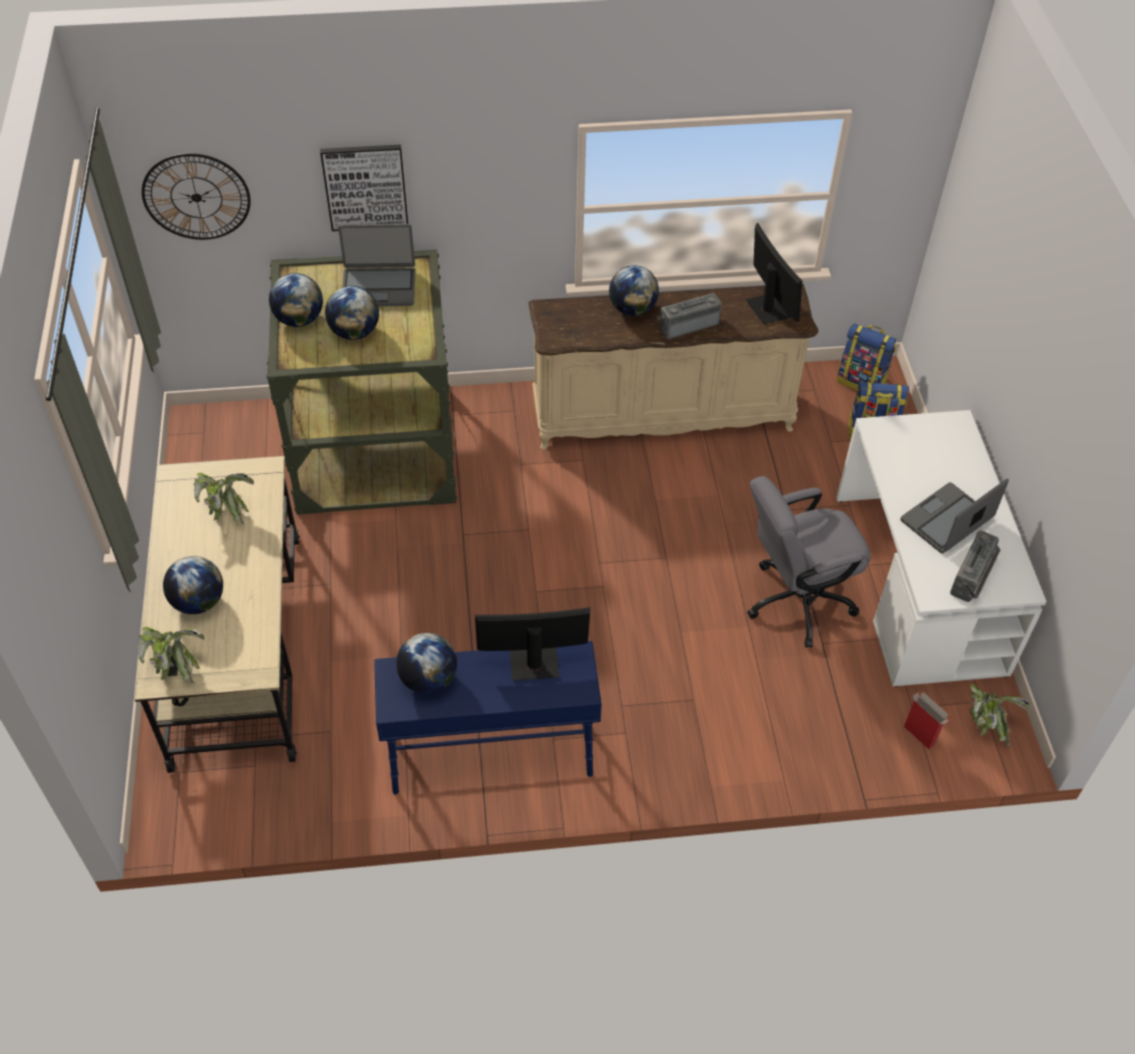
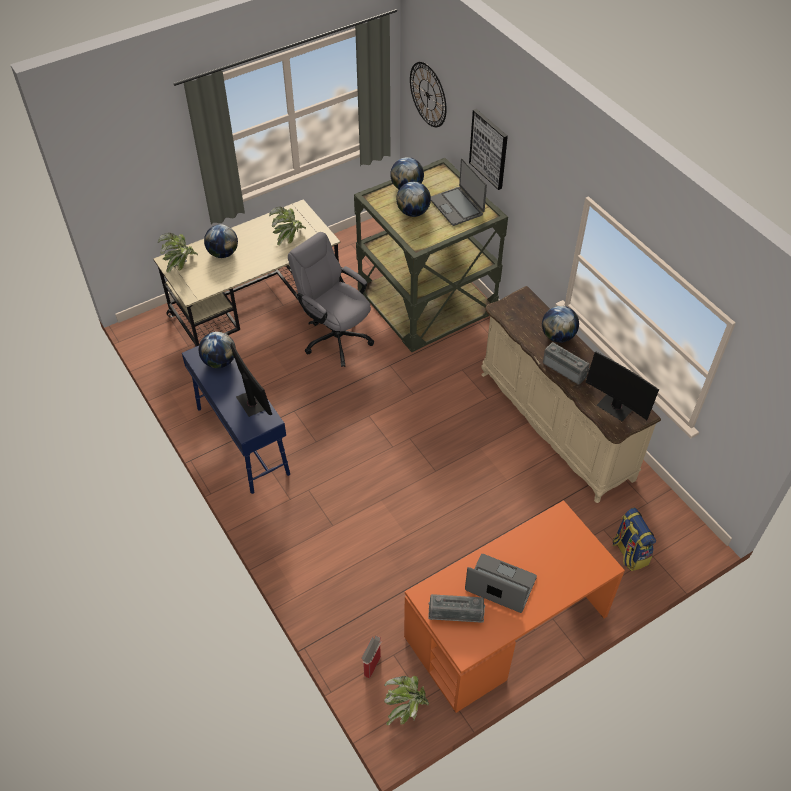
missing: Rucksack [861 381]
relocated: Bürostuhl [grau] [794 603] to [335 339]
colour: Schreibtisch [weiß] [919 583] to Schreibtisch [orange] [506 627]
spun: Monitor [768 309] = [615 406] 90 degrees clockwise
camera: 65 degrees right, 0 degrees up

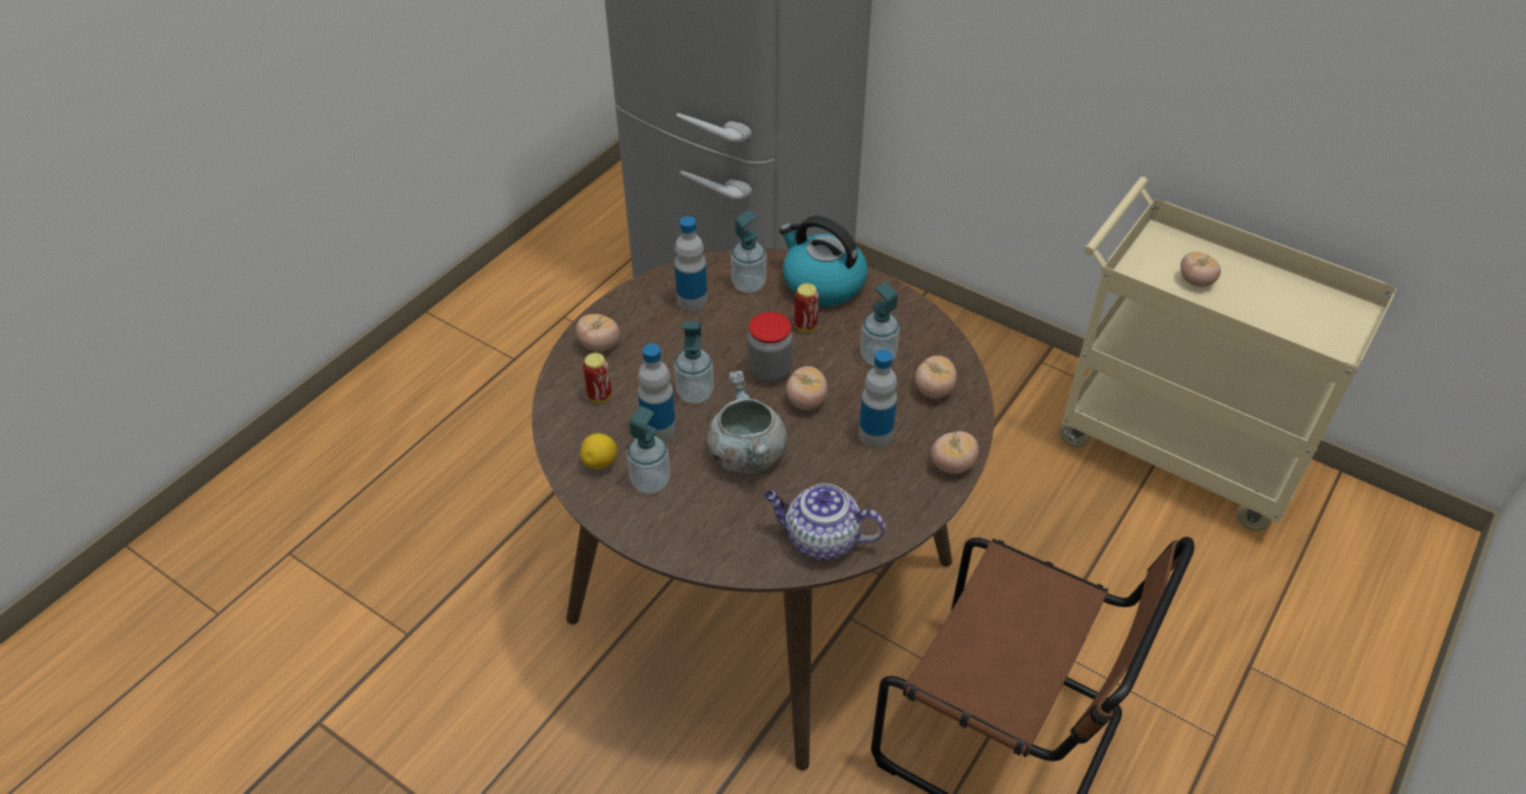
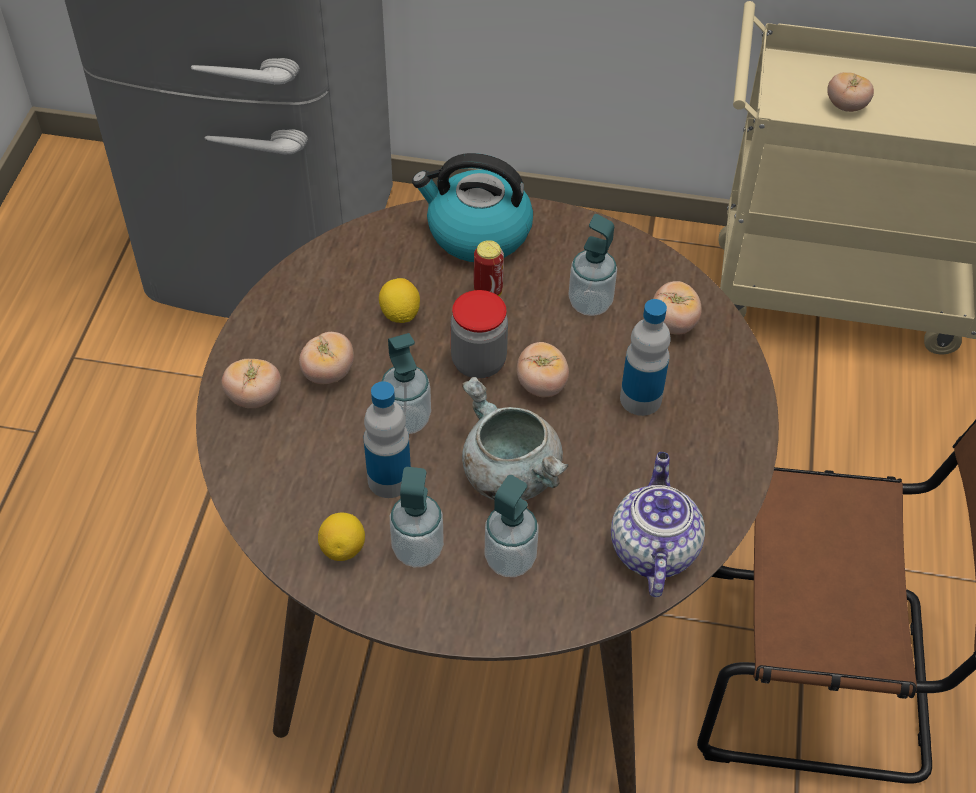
missing: Flasche [692 300]; Dose [599 396]
appeared: Zitrone [400 314]
relocated: Seifenspender [748 284] to [510 559]; Tomate [952 465] to [328 373]
spun: Teekanne [820 540] = [652 548] 105 degrees clockwise
camera: 25 degrees left, 5 degrees up

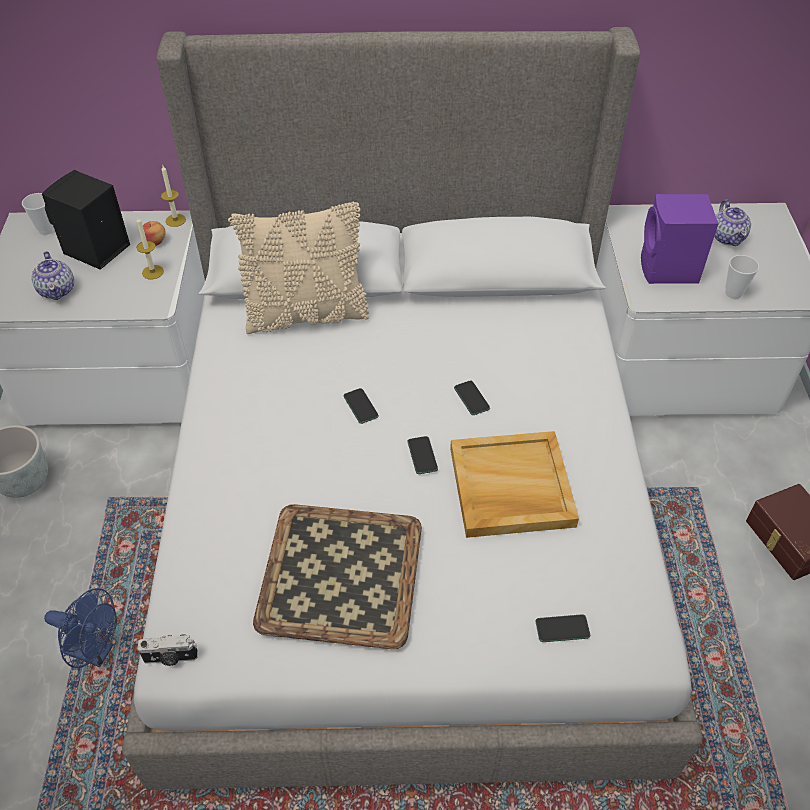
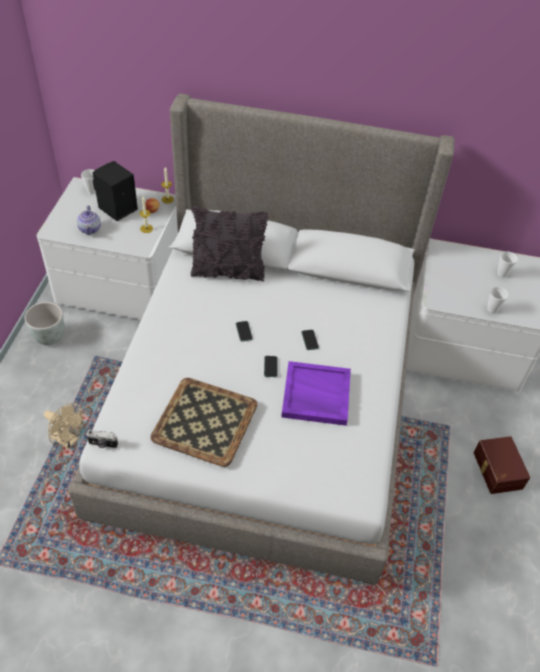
missing: Lautsprecher [lila] [668 270]; Handy [562 629]
exchanged: Teekanne [727 237] to Tasse [502 274]
colour: Kissen [beige] [306 314] to Kissen [schwarz] [228 271]; Tablett [beige] [510 488] to Tablett [lila] [315 395]; Ventilator [blau] [96 651] to Ventilator [beige] [68 440]
camera: 10 degrees right, 0 degrees up

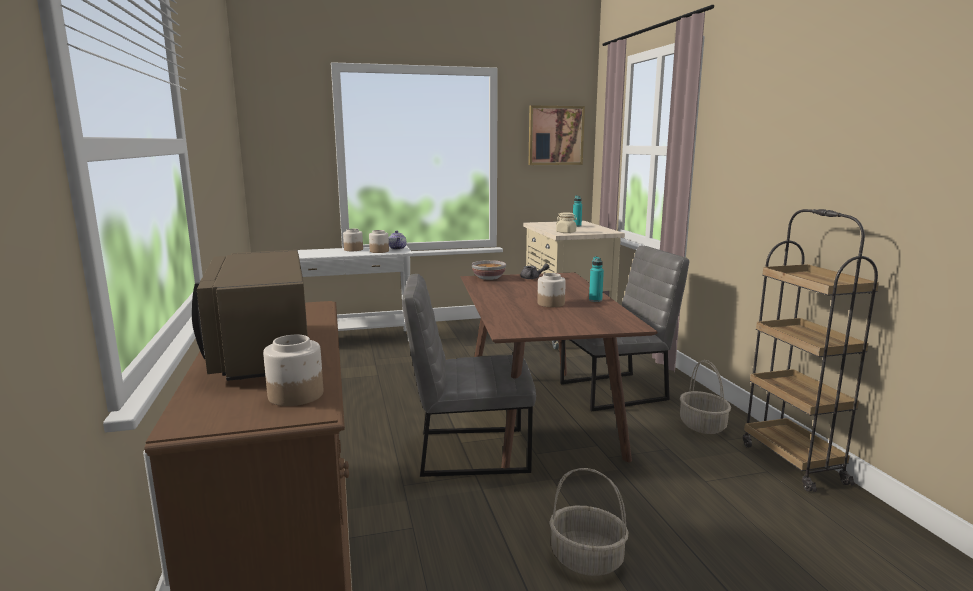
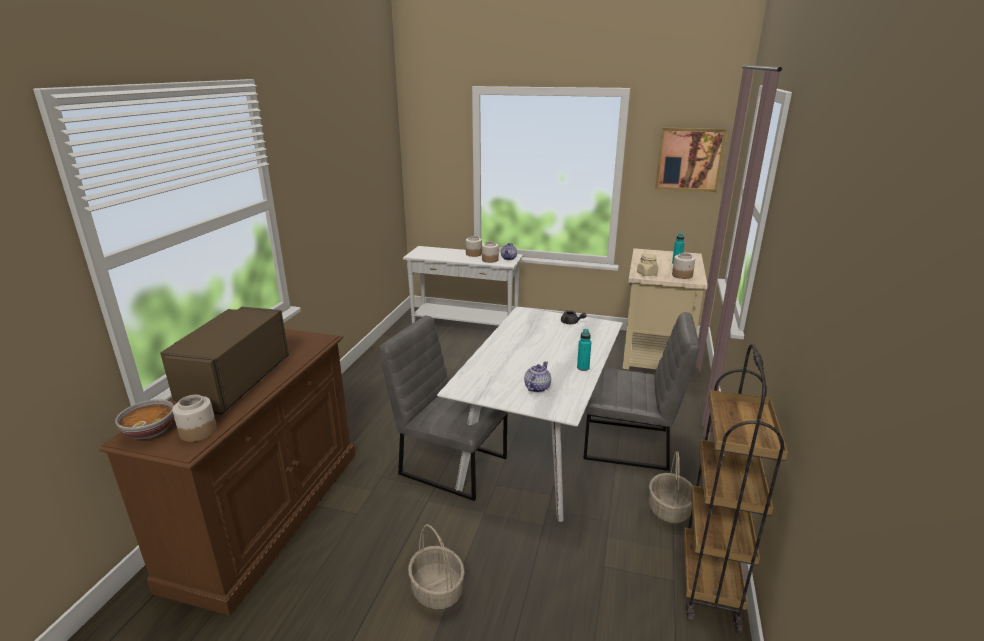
appeared: Teekanne [536 387]
relocated: Schüssel [488 278] to [150 431]; Vorratsglas [551 303] to [682 275]
colour: Esstisch [braun] [537 414] to Esstisch [weiß] [536 446]
camera: 30 degrees right, 10 degrees up

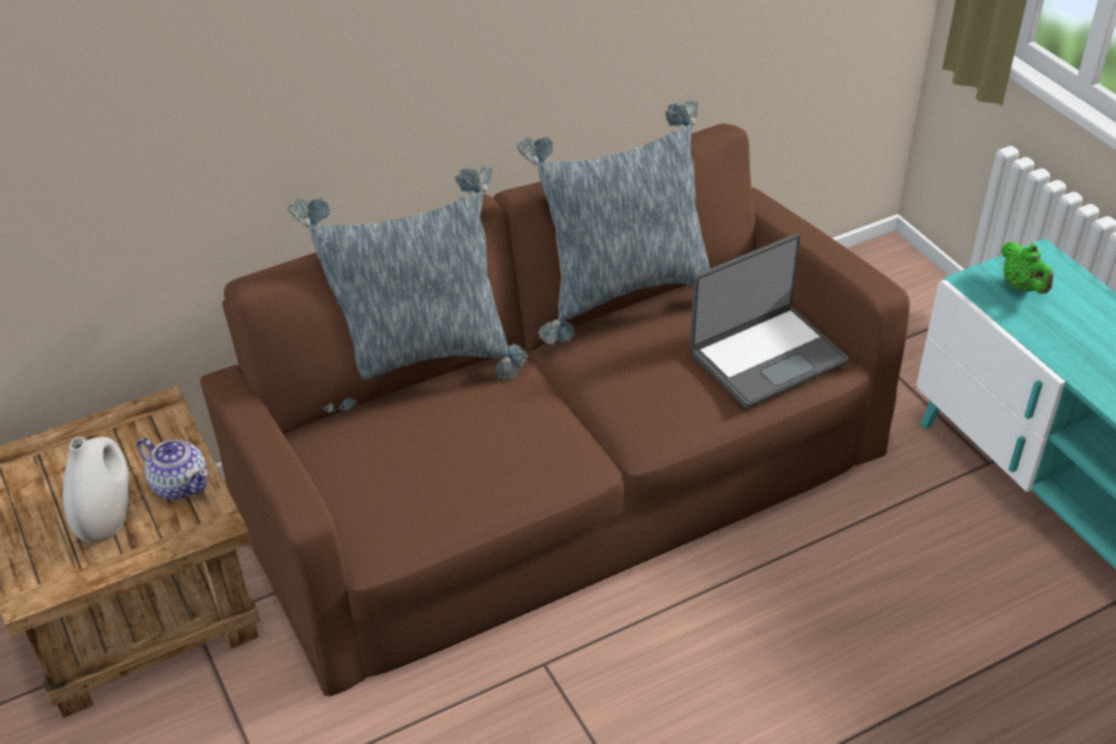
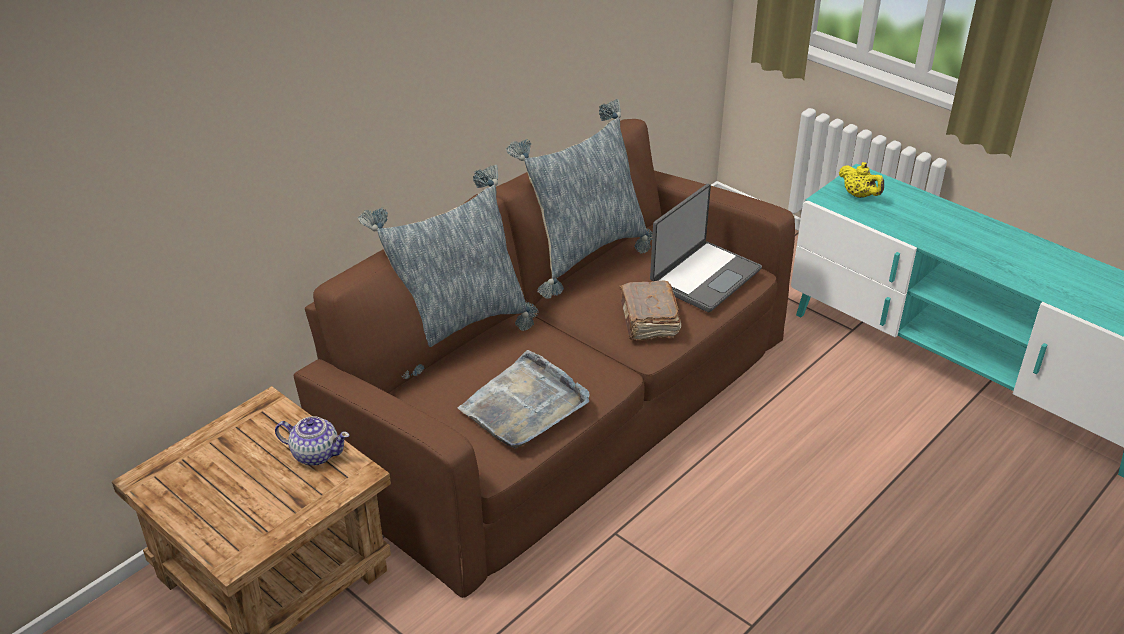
missing: Vase [weiß] [107 519]
appeared: Buch [braun] [648 321]; Tablett [grau] [525 405]
colour: Teekanne [grün] [1022 286] to Teekanne [gelb] [859 195]
camera: 20 degrees left, 5 degrees down

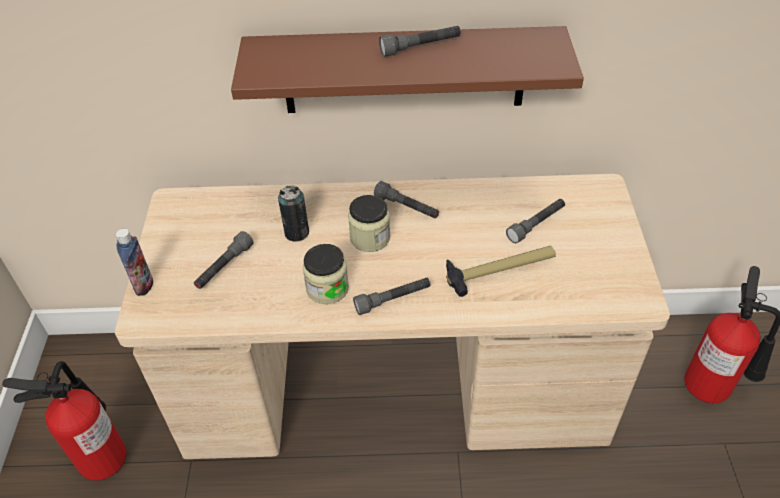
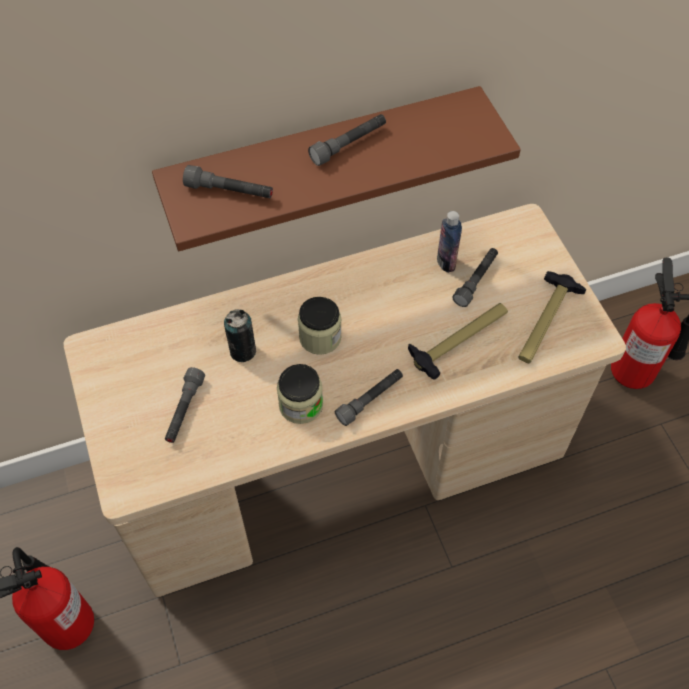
appeared: Hammer [545 322]
relocated: Taschenlampe [grau] [407 207] to [230 191]; Flasche [144 285] to [446 262]
camera: 20 degrees left, 10 degrees up

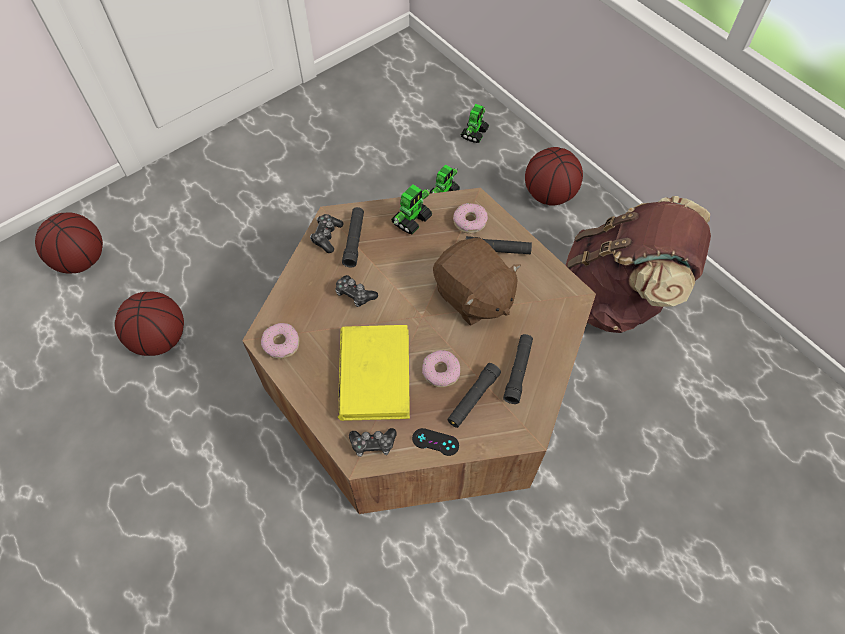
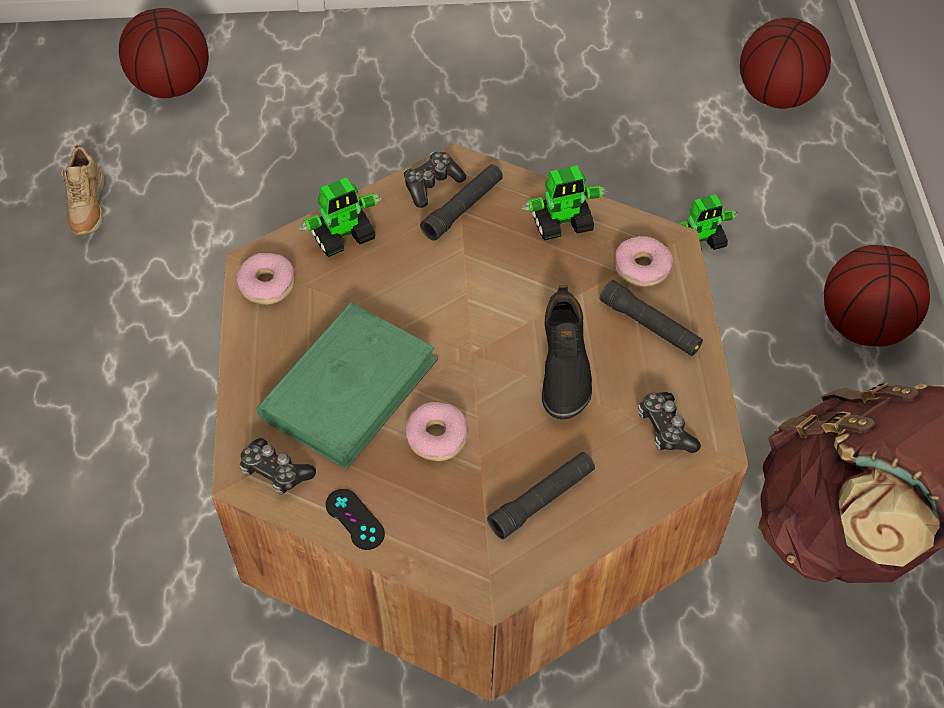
missing: Taschenlampe [schwarz] [473 398]
appeared: Schuh [beige] [88 210]
relocated: Spielzeugroboter [474 133] to [343 236]; Gamepad [355 294] to [665 429]; Basketball [160 338] to [777 95]
exchanged: Plüschtier [braun] [473 296] to Schuh [schwarz] [563 367]
colour: Buch [gelb] [374 374] to Buch [grün] [349 388]
camera: 35 degrees right, 5 degrees down

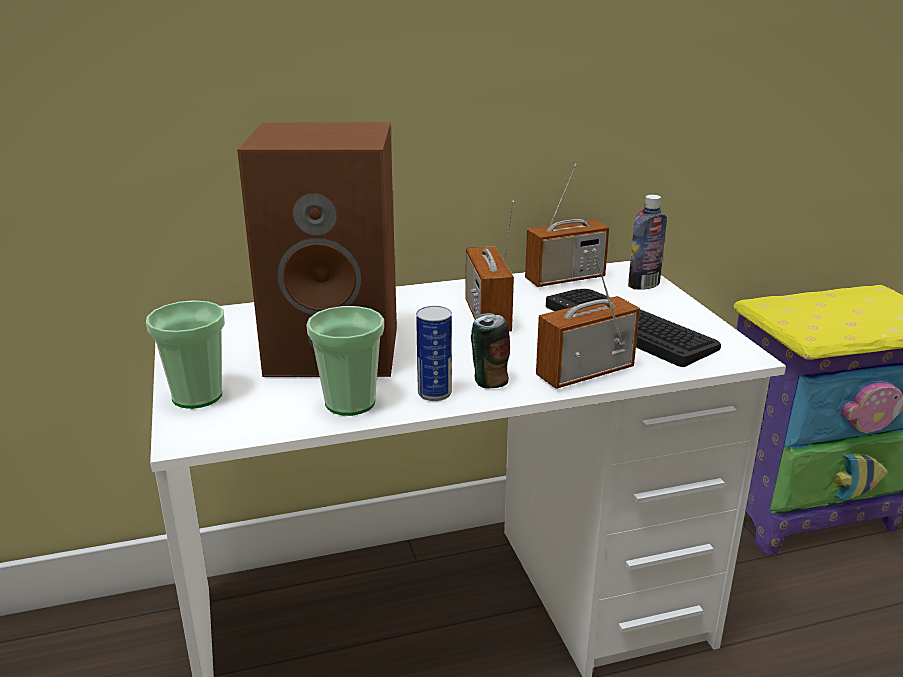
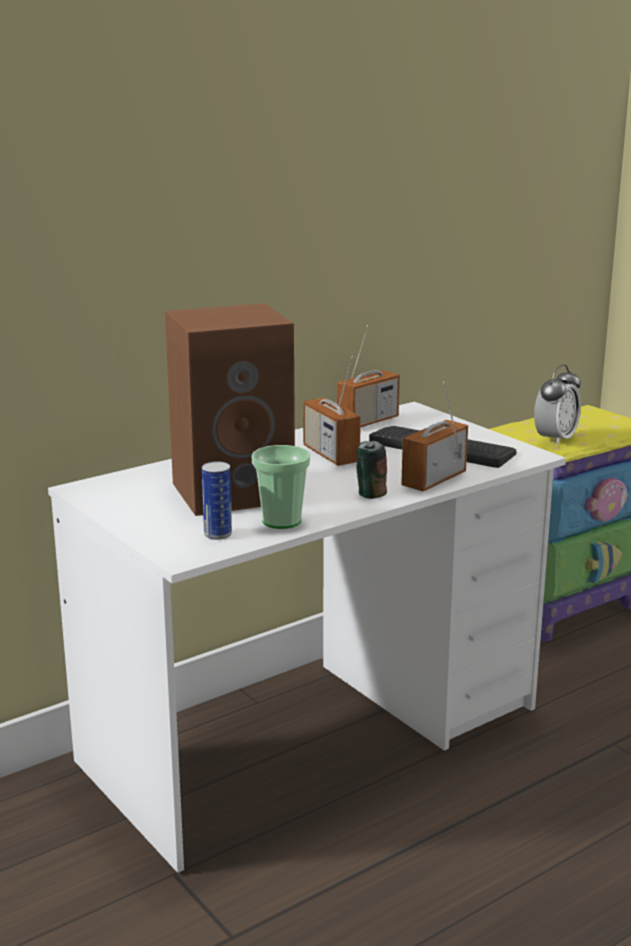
missing: Flasche [643 285]; Tasse [197 396]
appeared: Wecker [555 439]
relocated: Dose [434 393] to [218 534]
camera: 20 degrees left, 5 degrees down

